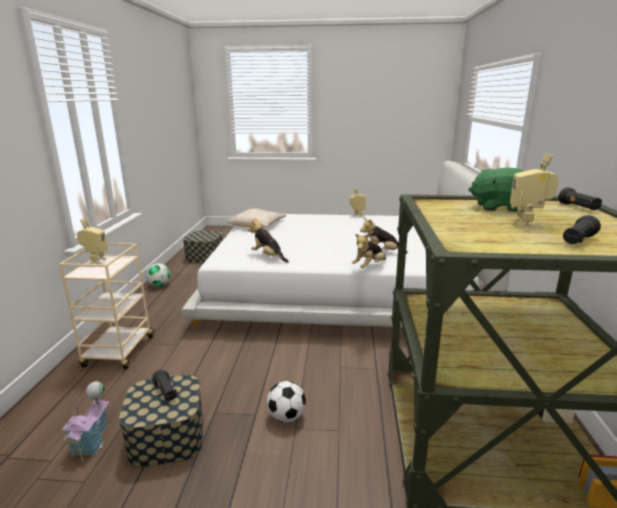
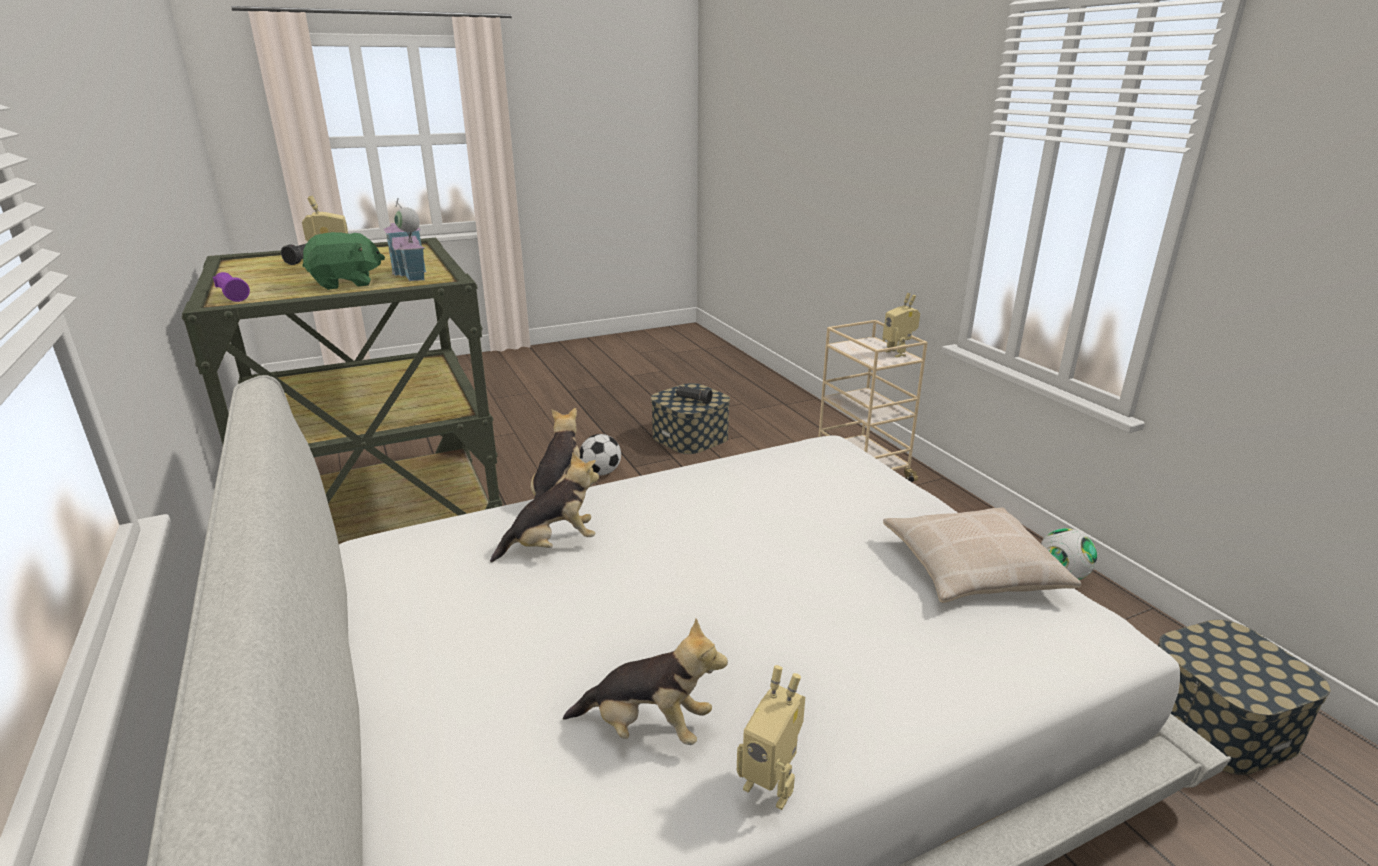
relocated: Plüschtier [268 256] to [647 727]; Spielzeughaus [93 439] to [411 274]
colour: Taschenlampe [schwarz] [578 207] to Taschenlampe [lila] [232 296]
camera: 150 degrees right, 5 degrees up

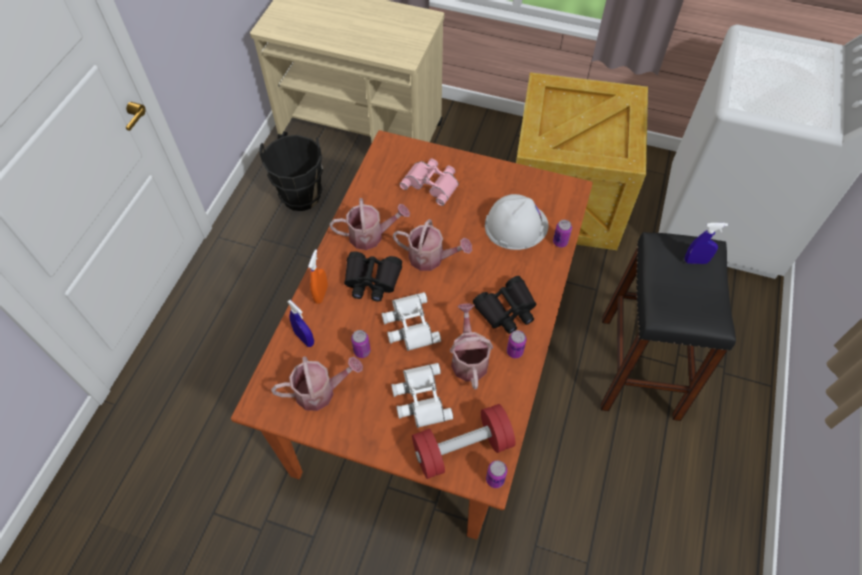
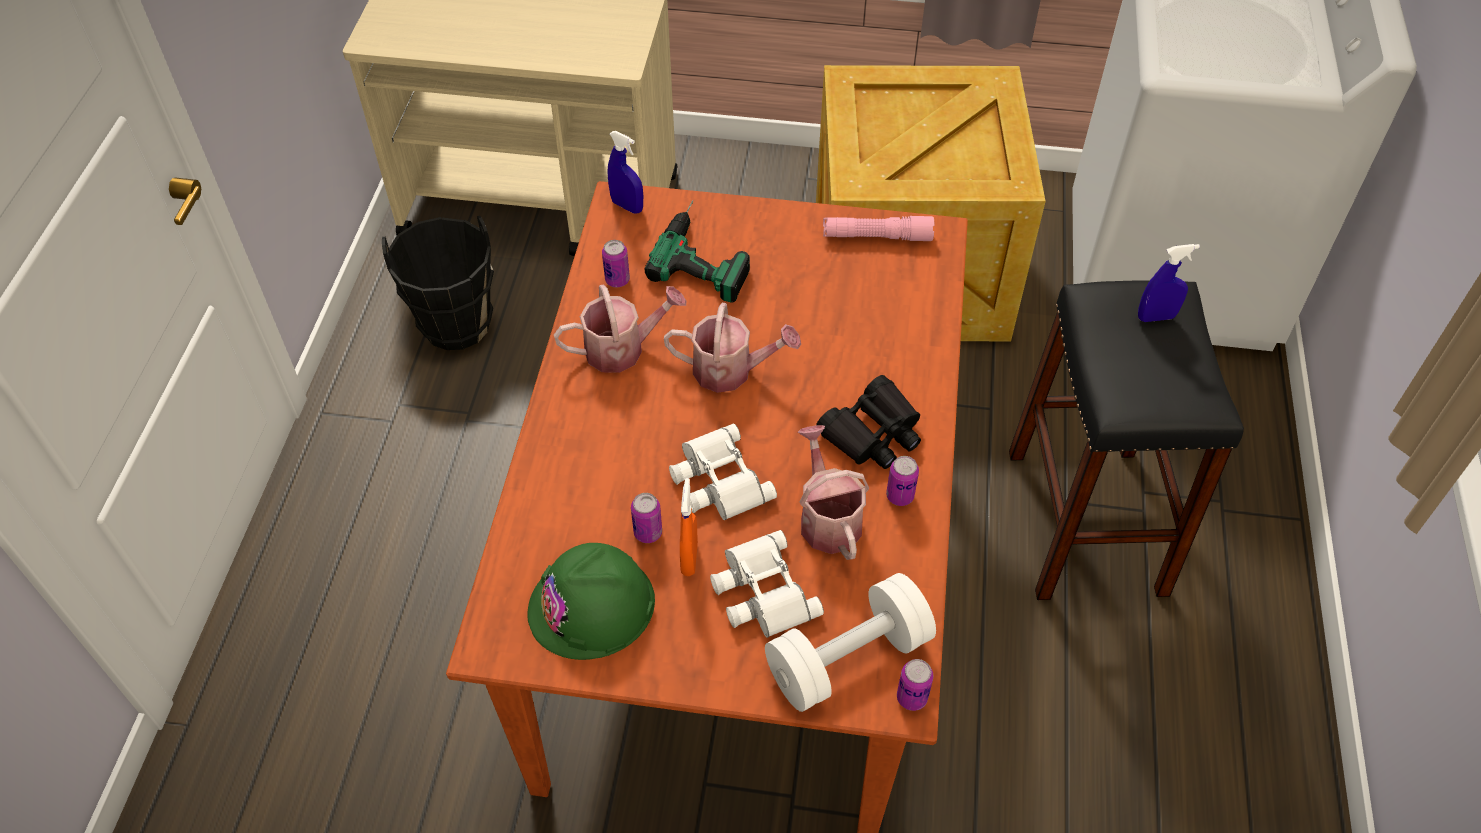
missing: Schutzhelm [weiß] [516 225]; Fernglas [schwarz] [372 280]
appeared: Taschenlampe [rosa] [877 236]
relocated: Dose [560 242] to [617 280]; Sprühflasche [orange] [321 294] to [689 558]; Sprühflasche [blau] [304 338] to [627 206]
exchanged: Fernglas [rosa] [432 183] to Bohrmaschine [707 253]; Gießkanne [320 391] to Schutzhelm [grün] [592 606]
colour: Hantel [rot] [462 448] to Hantel [weiß] [848 658]
camera: 10 degrees left, 5 degrees down

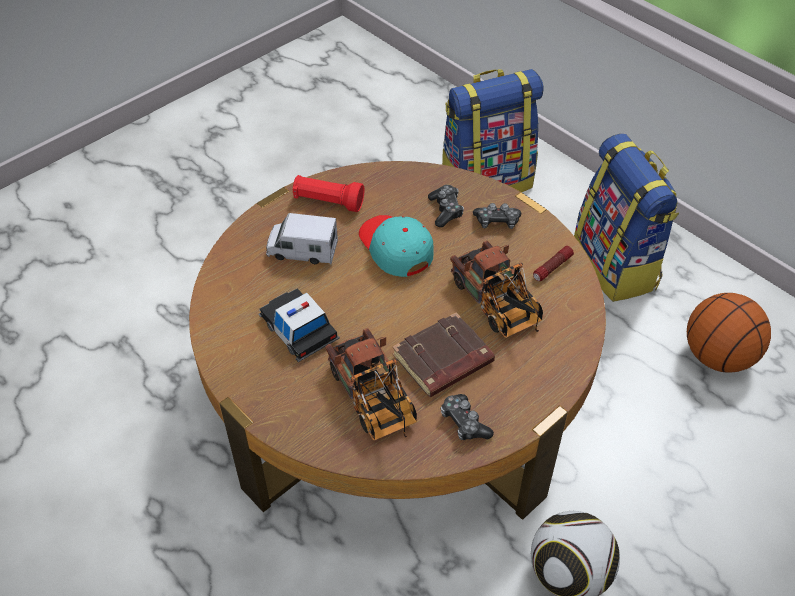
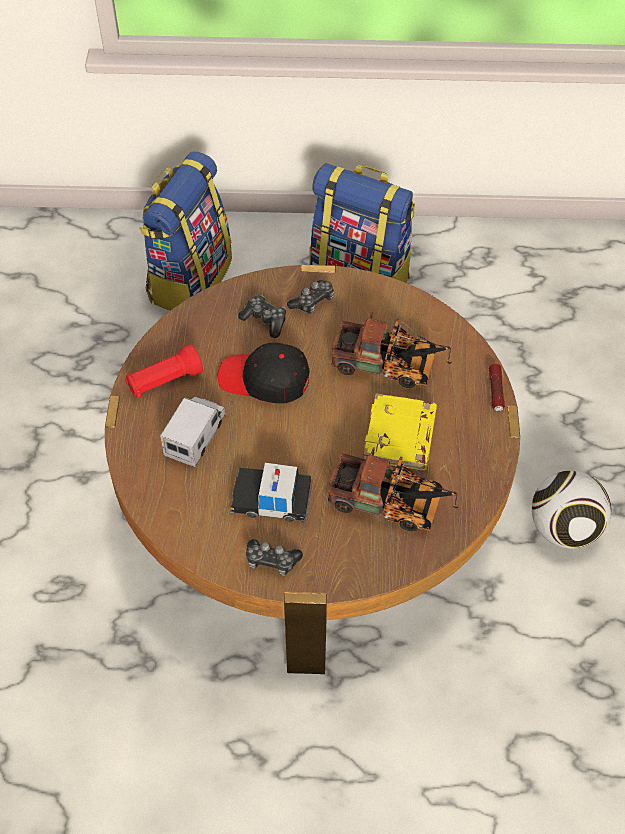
missing: Basketball [717 356]
relocated: Taschenlampe [552 268] to [496 391]; Gamepad [464 423] to [271 561]
colour: Kappe [türkis] [395 248] to Kappe [schwarz] [264 379]; Buch [braun] [443 361] to Buch [gelb] [401 437]
spun: Spielzeuglaster [302 250] = [195 436] 150 degrees clockwise
camera: 45 degrees left, 5 degrees up

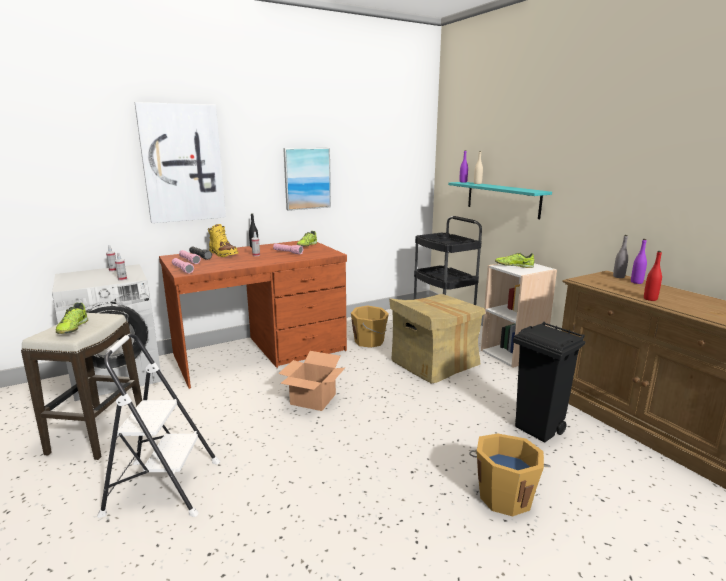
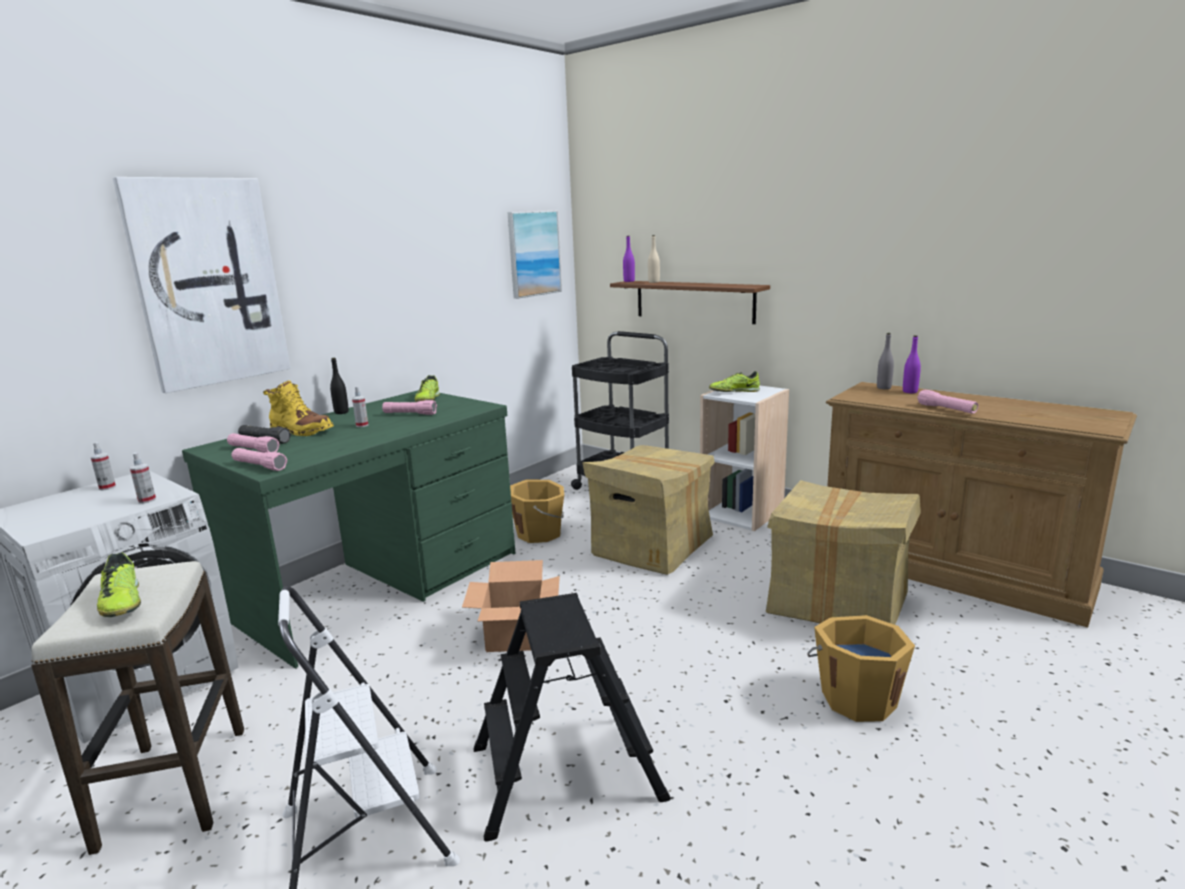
appeared: Trittleiter [schwarz] [566 772]
relocated: Bild [307 178] to [533 253]
exchanged: Flasche [rot] [650 299] to Taschenlampe [rosa] [946 409]; Mülleimer [schwarz] [539 429] to Karton [838 604]
colour: Wandregal [türkis] [502 199] to Wandregal [braun] [694 301]; Schreibtisch [braun] [261 352] to Schreibtisch [grün] [381 584]
camera: 20 degrees left, 0 degrees up

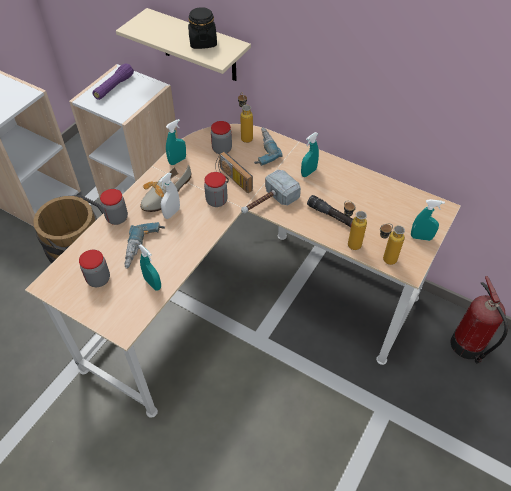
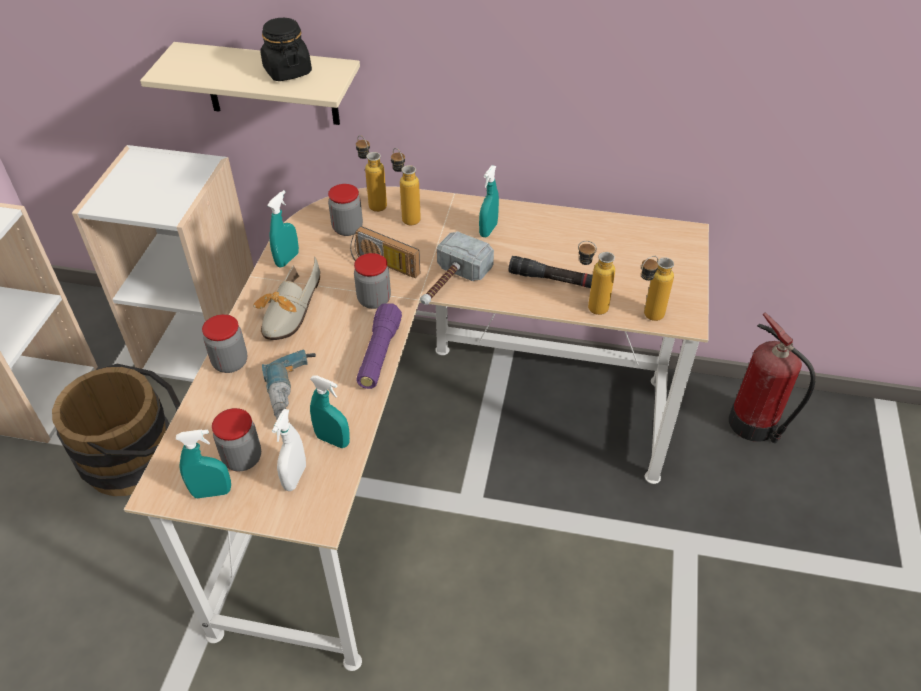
relocated: Taschenlampe [lila] [114 87] to [379 354]; Sprühflasche [weiß] [172 213] to [295 477]; Sprühflasche [türkis] [421 237] to [212 492]
exchanged: Bohrmaschine [261 150] to Flasche [406 216]
camera: 20 degrees left, 5 degrees down

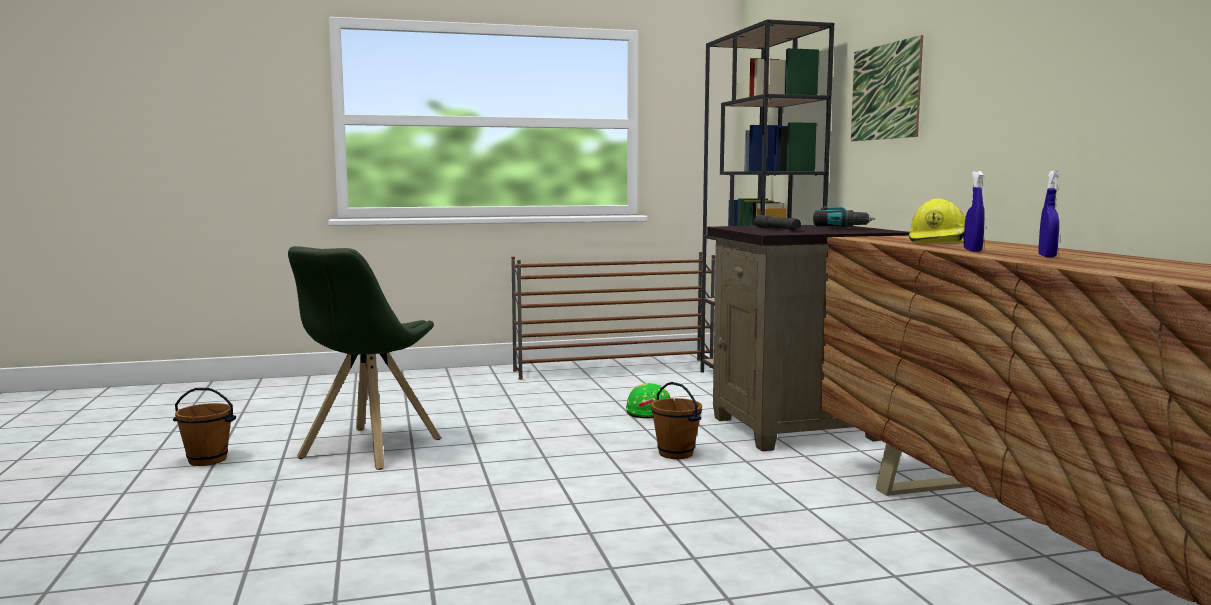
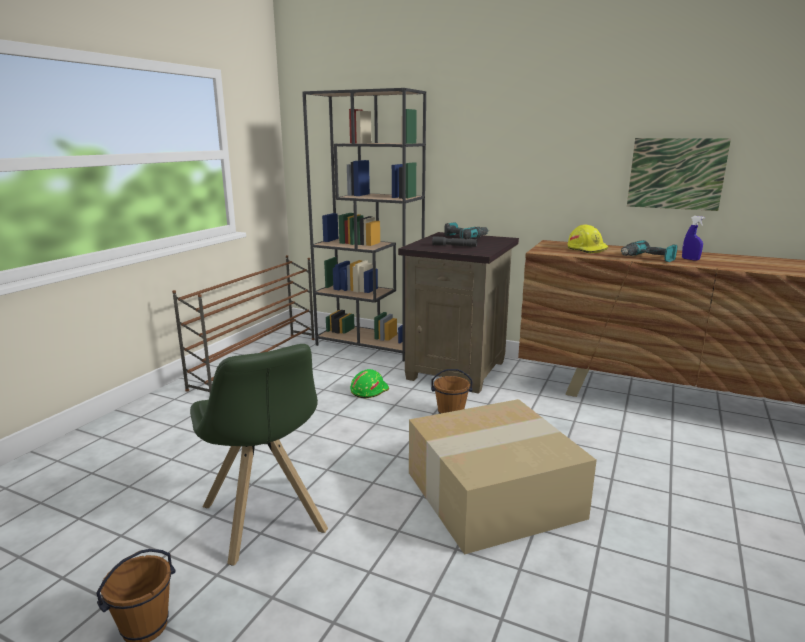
appeared: Karton [494 493]
relocated: Bild [885 92] to [676 173]
exchanged: Sprühflasche [blau] [972 250] to Bohrmaschine [647 258]
camera: 50 degrees left, 10 degrees up

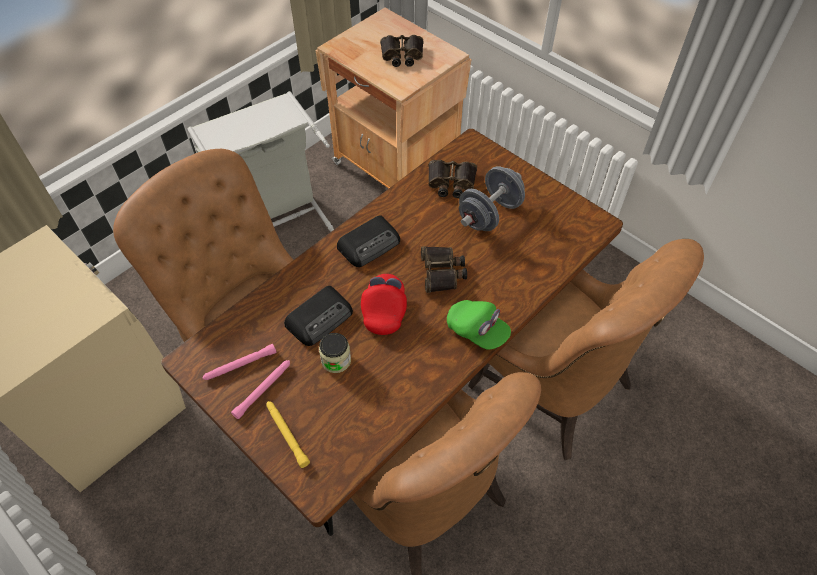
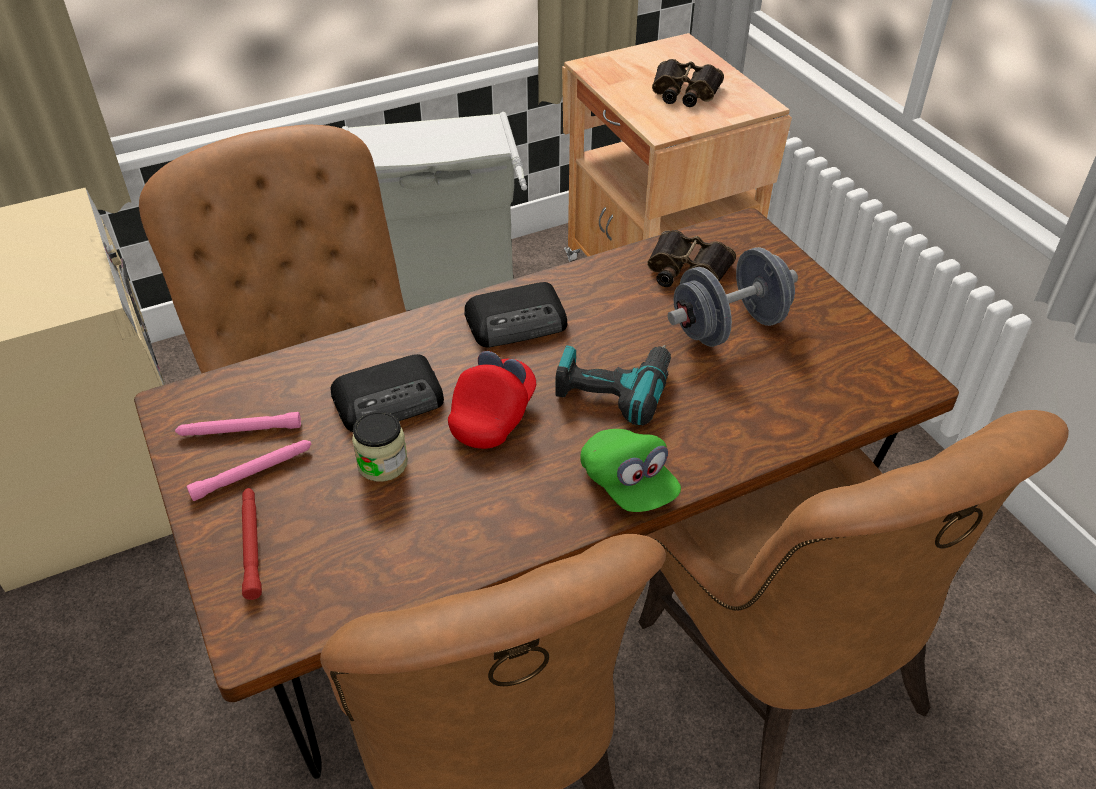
exchanged: Fernglas [443 272] to Bohrmaschine [613 387]
colour: Taschenlampe [gelb] [286 434] to Taschenlampe [rot] [251 544]
camera: 20 degrees right, 10 degrees down

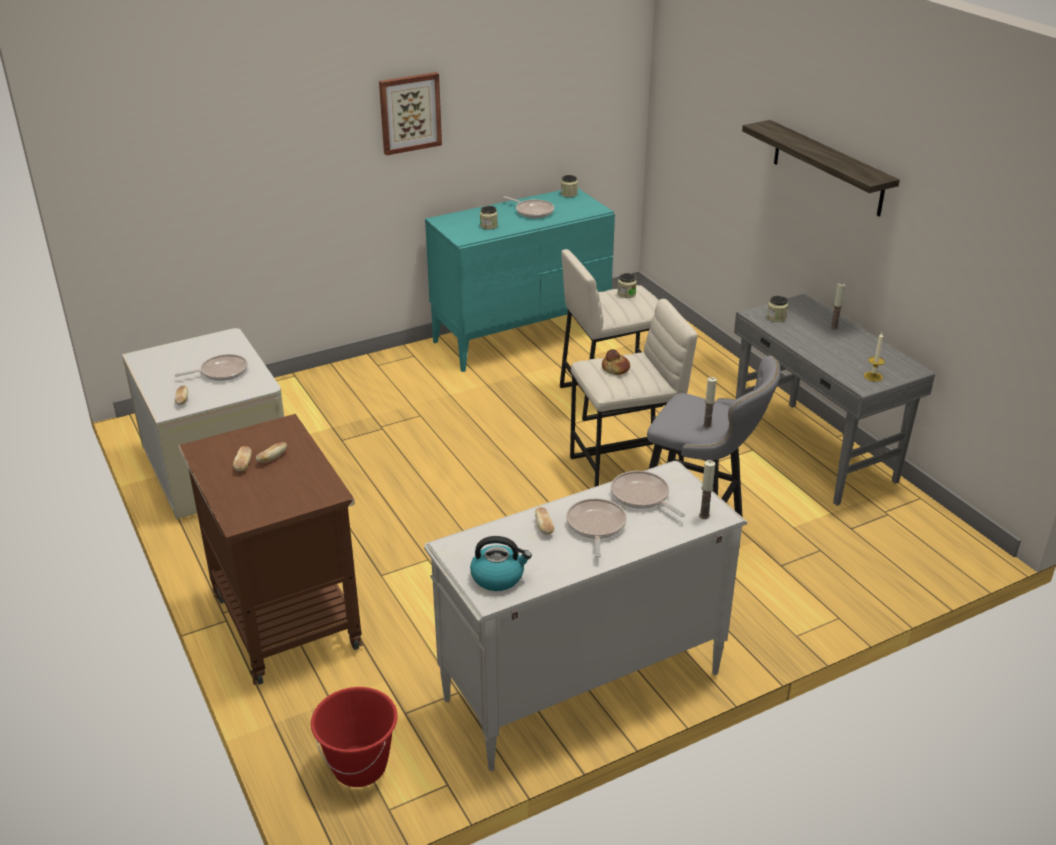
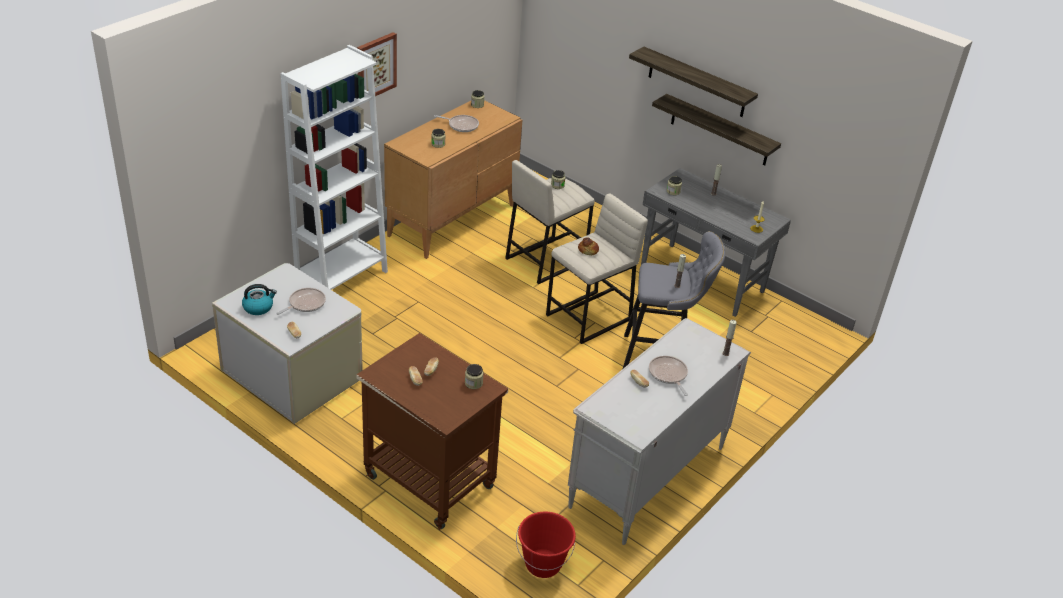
missing: Pfanne [642 497]
appeared: Bücherregal [weiß] [342 279]; Wandregal [719 130]; Vorratsglas [473 383]
relocated: Wasserkessel [498 577] to [258 307]
colour: Schrank [türkis] [521 337] to Schrank [braun] [452 220]
camera: 25 degrees left, 5 degrees up

